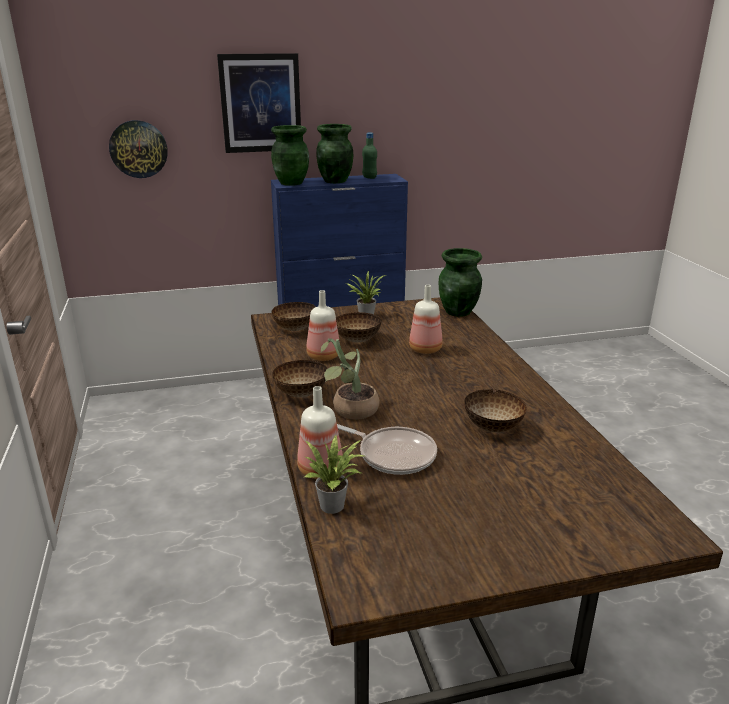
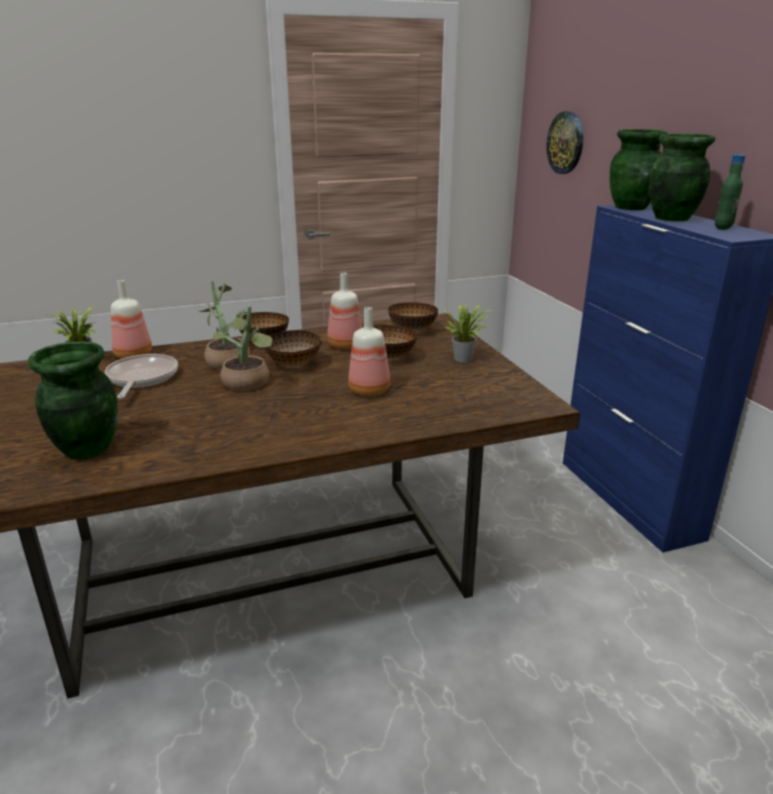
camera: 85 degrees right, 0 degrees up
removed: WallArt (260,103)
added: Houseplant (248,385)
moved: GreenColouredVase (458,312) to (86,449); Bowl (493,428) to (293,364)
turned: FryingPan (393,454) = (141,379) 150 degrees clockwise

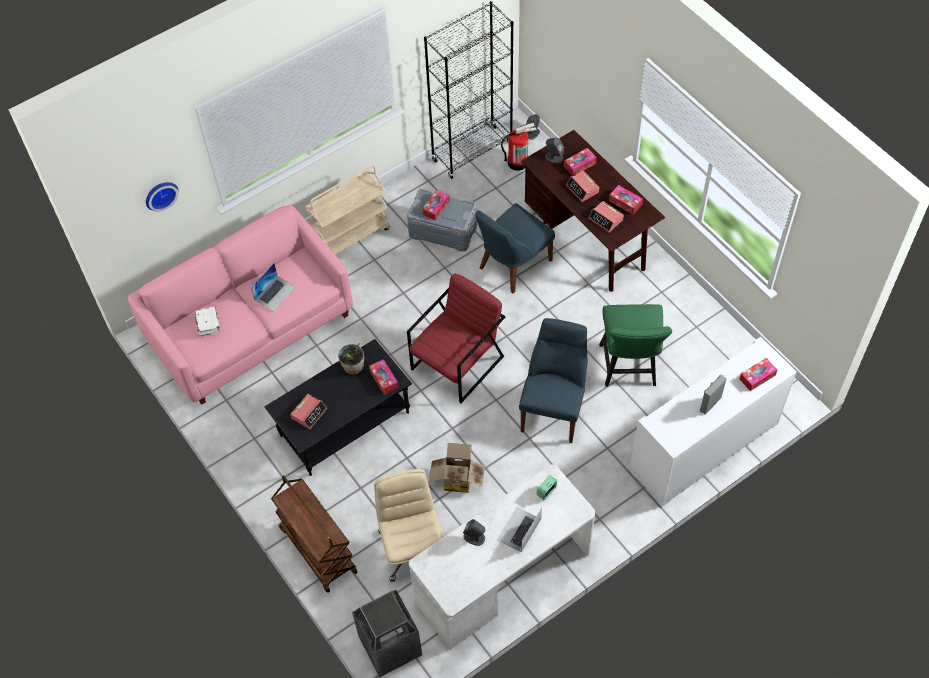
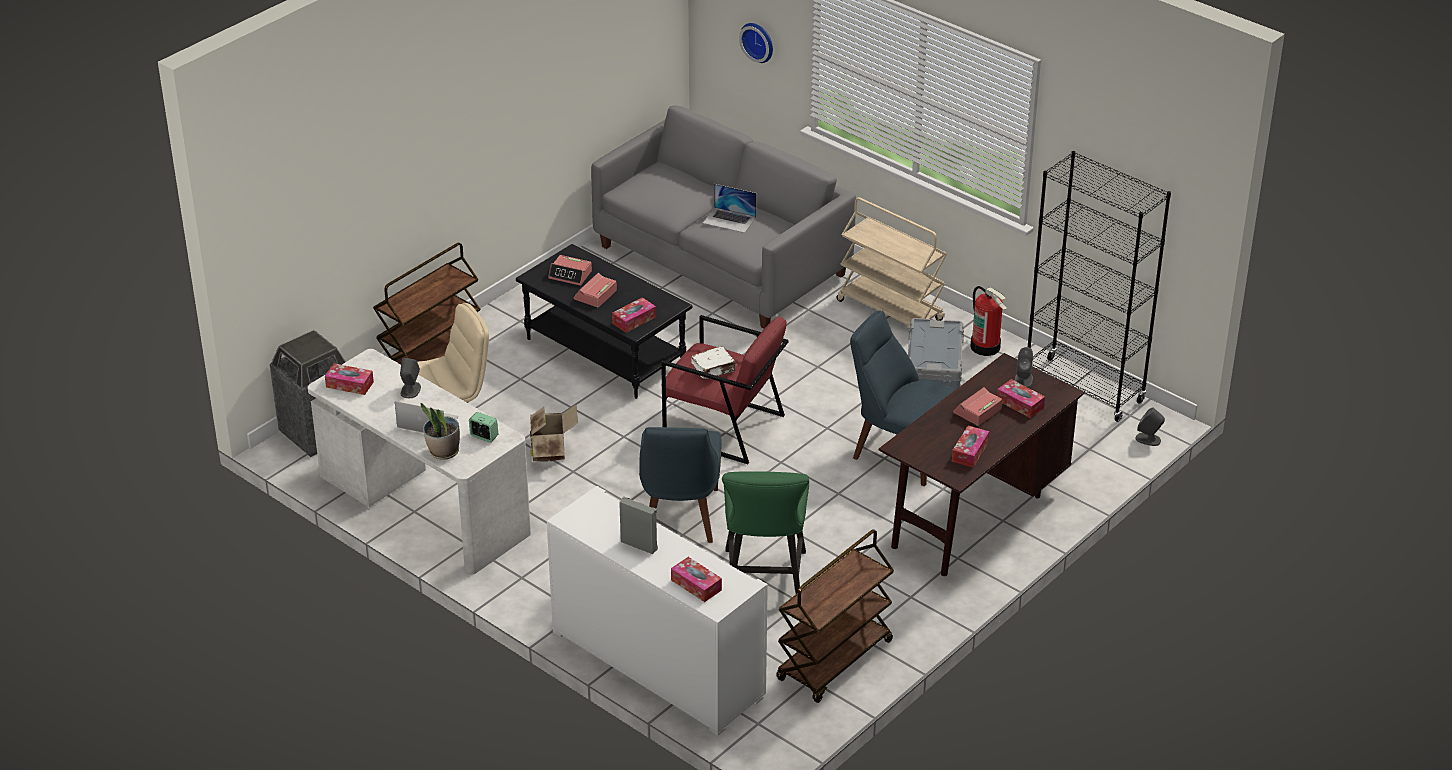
camera: 75 degrees right, 20 degrees down
added: BrownCart (835,662)
moved: Extinguisher (518,162) to (986,347); TissueBox (436,208) to (349,384); TableClock (605,219) to (595,295); WhitishBoundBook (208,324) to (714,369); Houseplant (353,366) to (443,452)
recoloured: PinkColouredCouch (251,326) to GreyCouch (722,260)
turned: GreenColouredChair (629,369) = (764,579) 75 degrees counterclockwise; BlueChair (554,408) = (679,518) 90 degrees clockwise

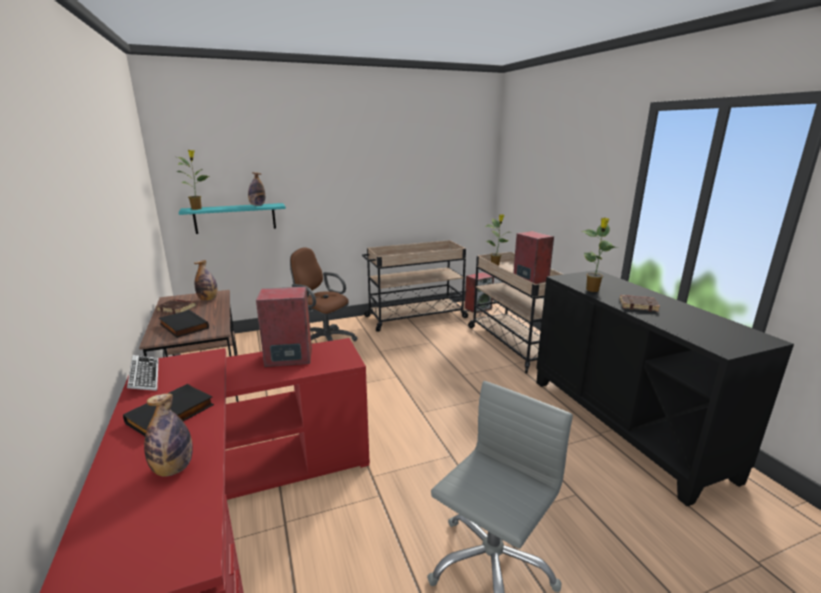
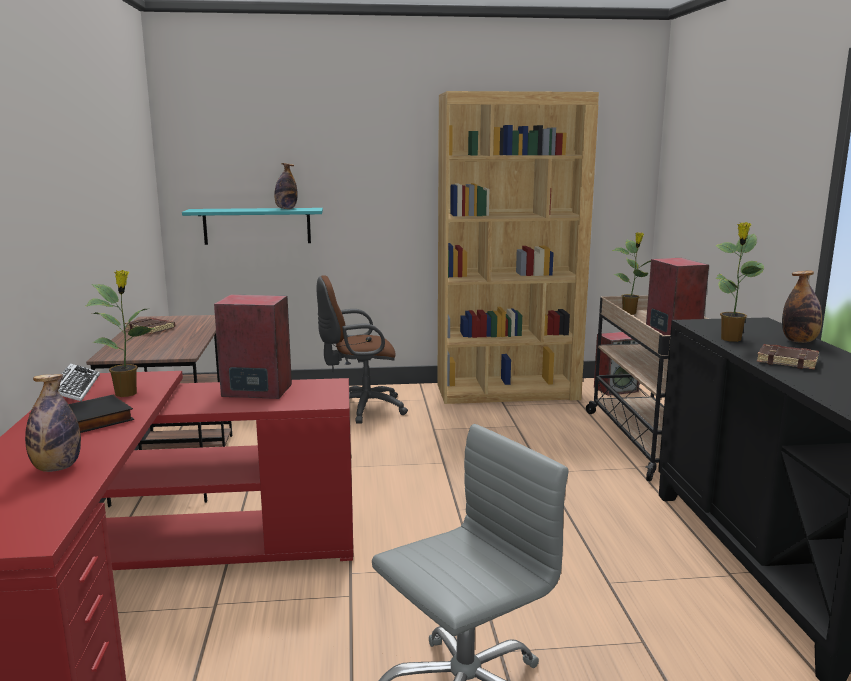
camera: 15 degrees right, 5 degrees down
removed: BlackishBoundBook (182,326)
moved: Houseplant (197,208) to (127,393); Bottle (208,299) to (799,341)
replaced: SandColouredCart (414,317) to BrownBookshelf (508,392)
turned: BrownDeskChair (324,340) = (360,409) 60 degrees counterclockwise

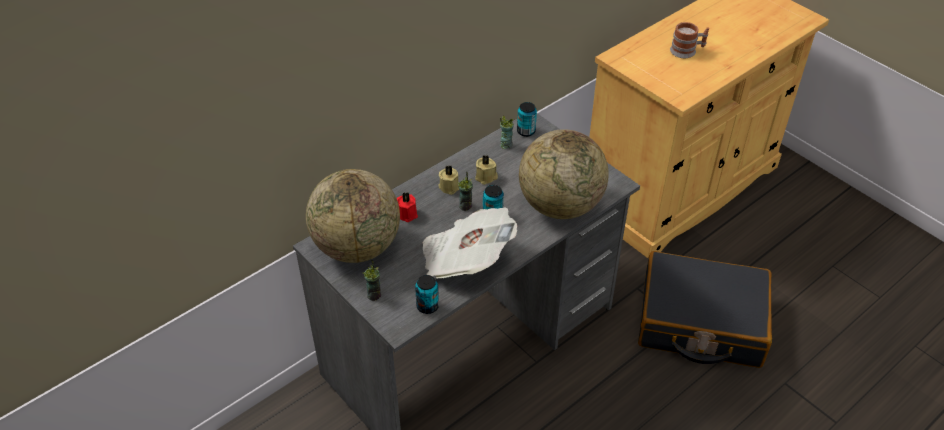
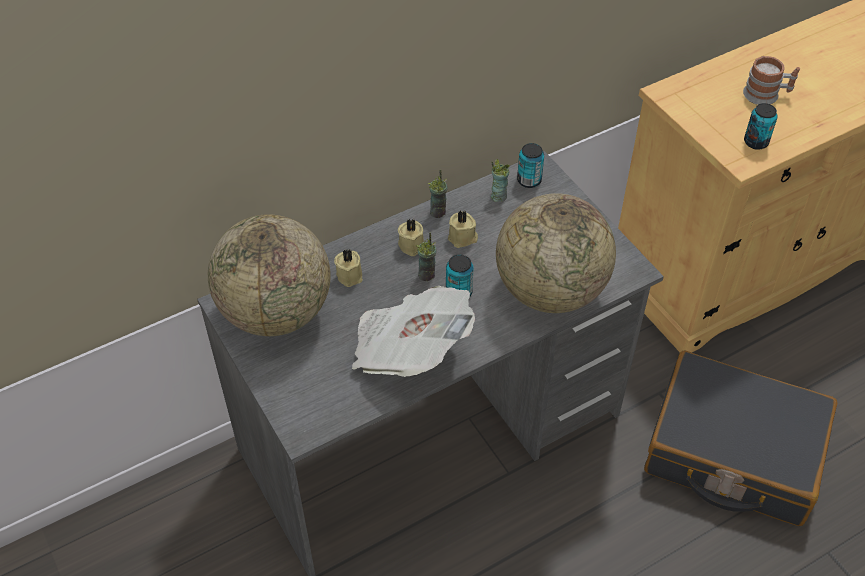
camera: 10 degrees right, 5 degrees up
moved: DrinkingCup (374,295) to (438,212); SealedCan (427,306) to (756,142)
recoloured: ReddishCandle (407,213) to SandColouredCandle (350,275)

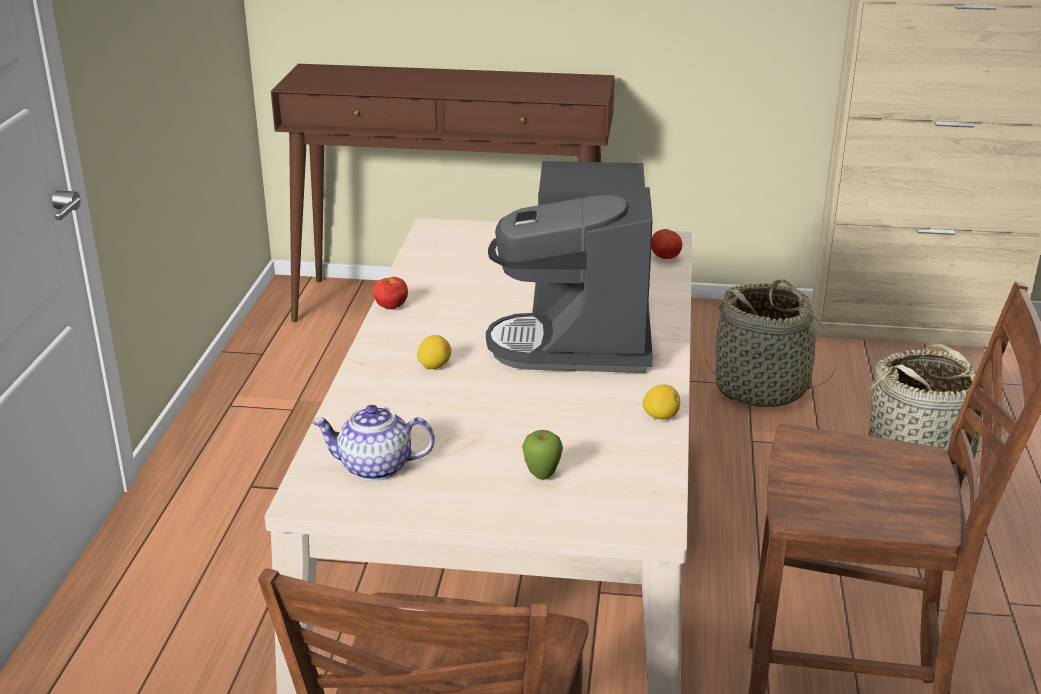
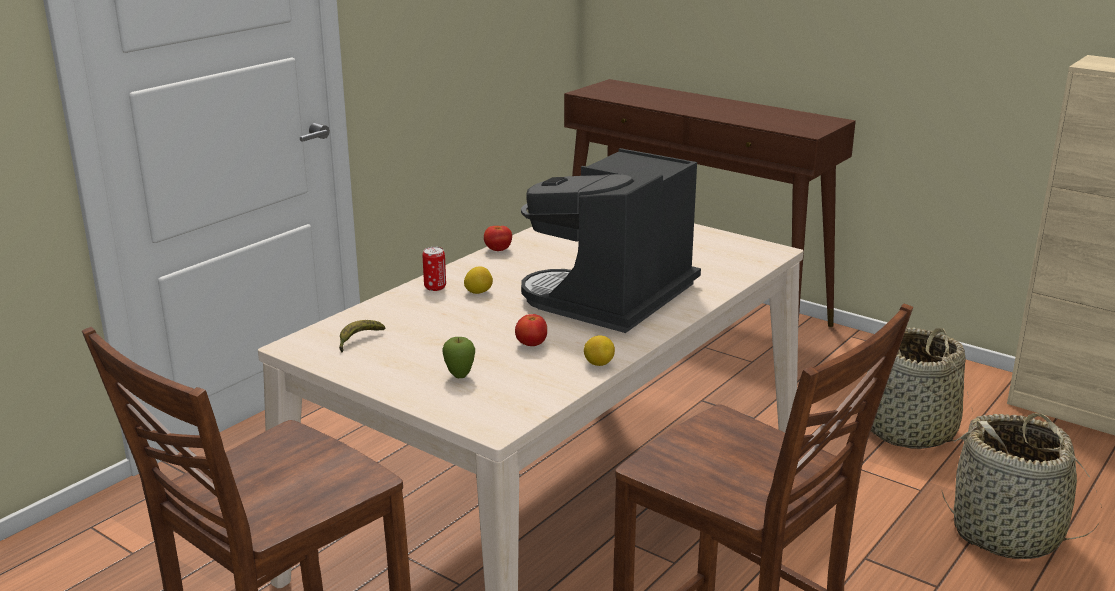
camera: 30 degrees right, 5 degrees down
added: SealedCan (435,287)
moved: FreshTomato (665,258) to (531,344)
replaced: TeaPot (375,467) to Banana (358,340)

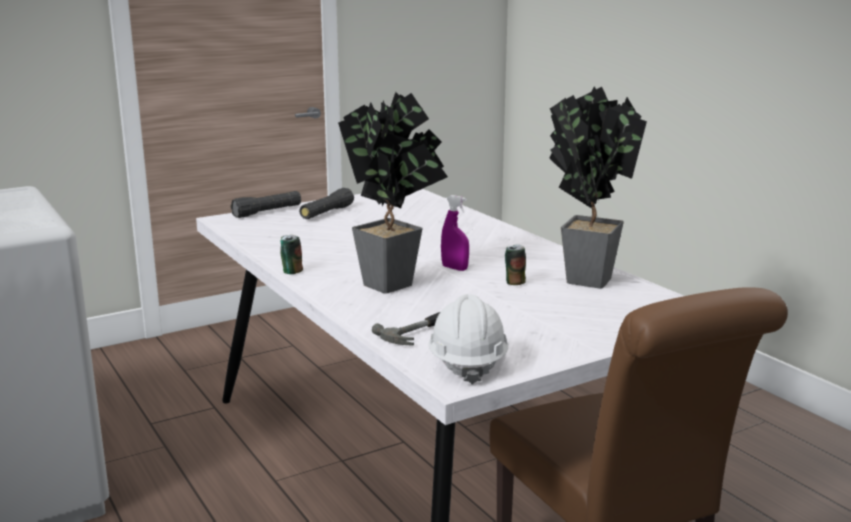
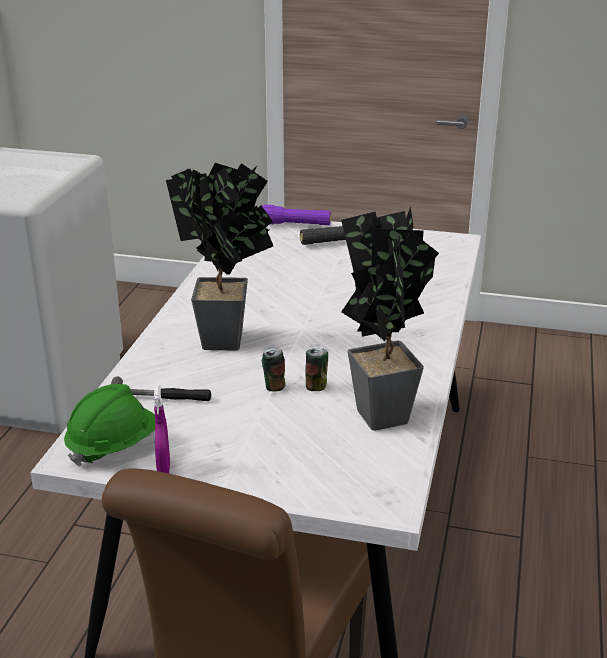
camera: 45 degrees right, 10 degrees up
moved: PurpleColouredHandSprayer (454,268) to (164,470); SealedCan (291,271) to (274,386)
recoloured: BlackishFlashlight (267,212) to PurpleColouredFlashlight (295,225); WhitishSafetyHelmet (467,363) to GreenColouredSafetyHelmet (113,446)

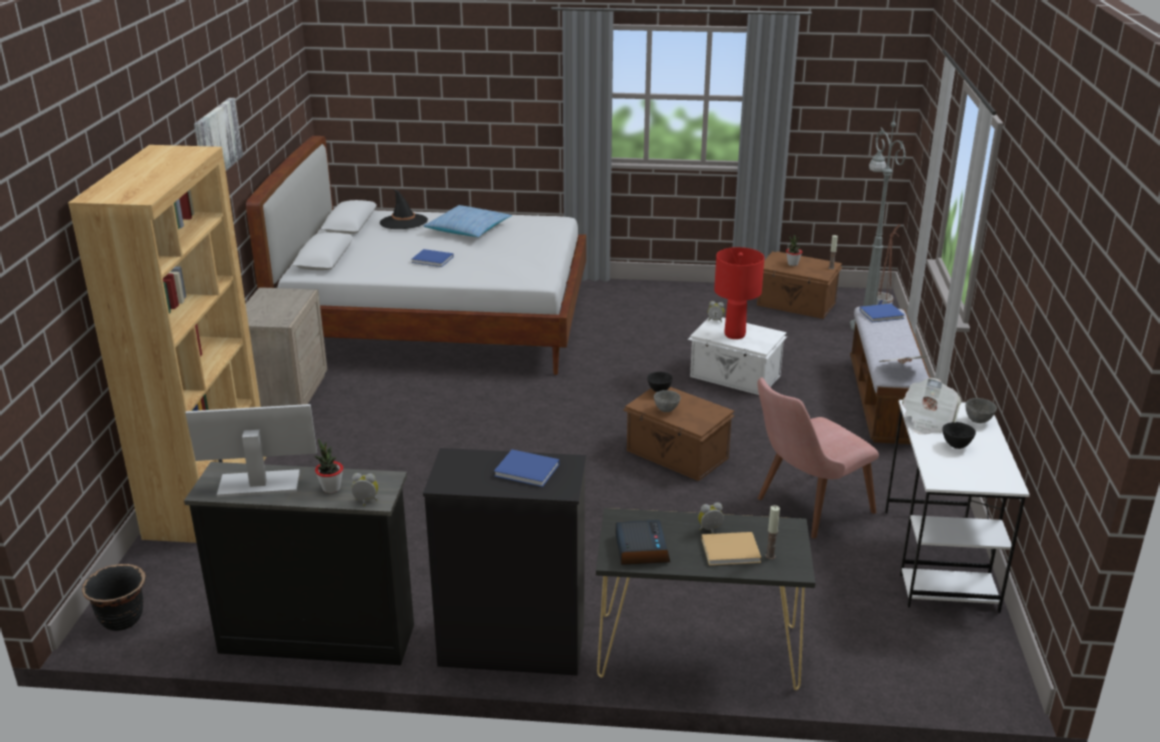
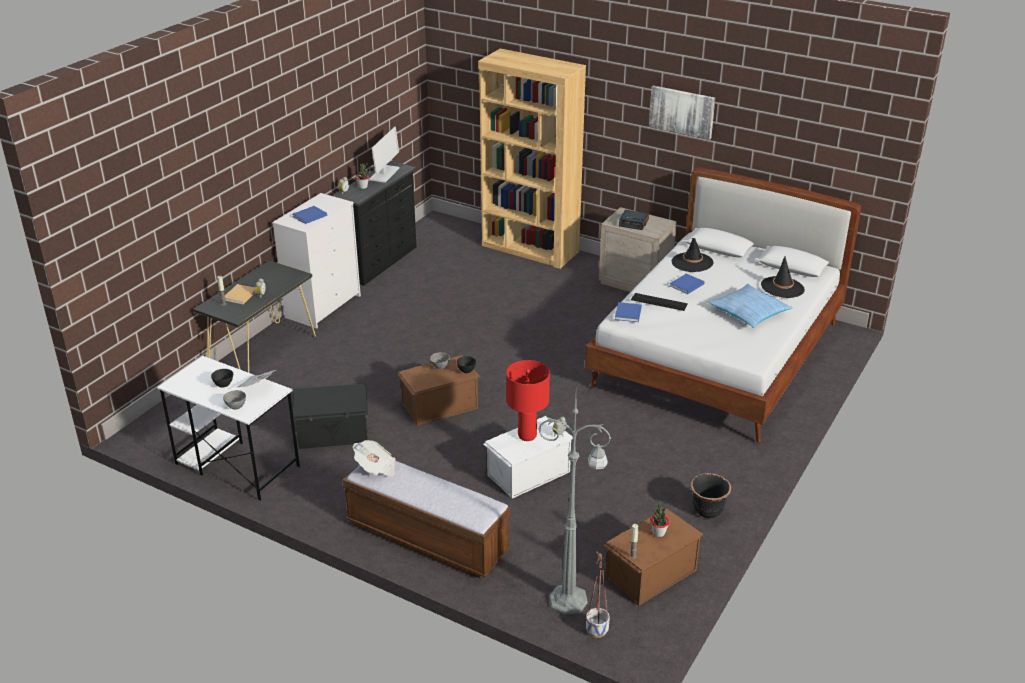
camera: 115 degrees right, 5 degrees up
added: BlackishClothingHat (692,262); Keyboard (659,302)
moved: BlueBoundBook (882,314) to (628,314); TableClock (641,548) to (634,223); BlackishPlanter (122,620) to (708,511)
replaced: PinkColouredChair (804,509) to BlackishStorageBox (333,434)
recoloured: BlackishChestOfDrawers (511,644) to WhitishChestOfDrawers (323,306)

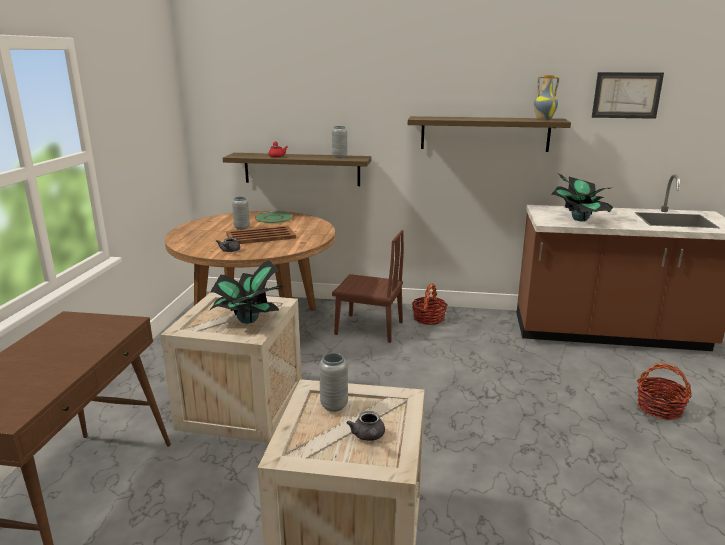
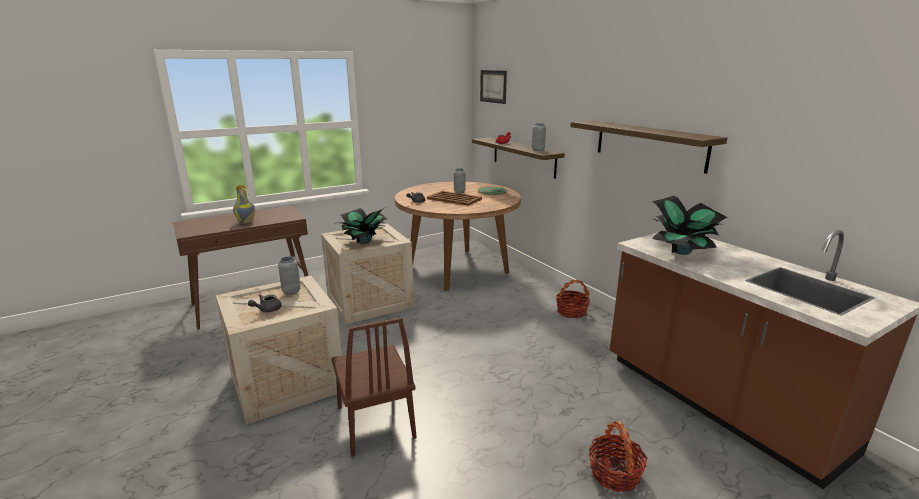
camera: 50 degrees right, 0 degrees up
moved: WallArt (626,95) to (493,86); Vase (543,119) to (247,222); BrownChair (369,328) to (375,421)

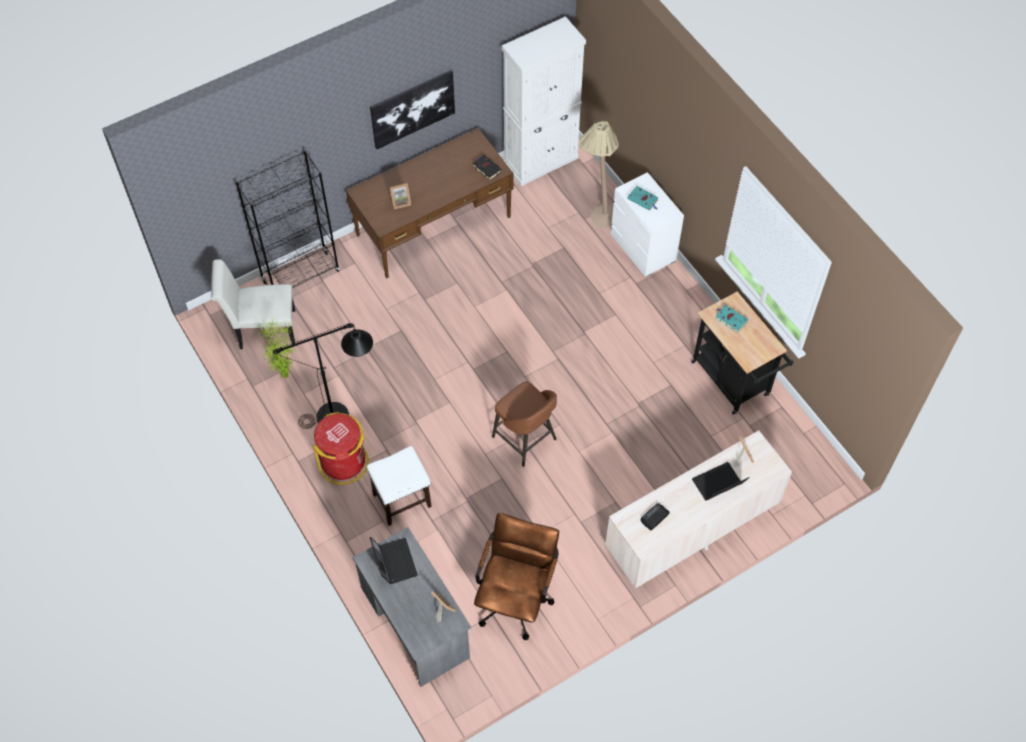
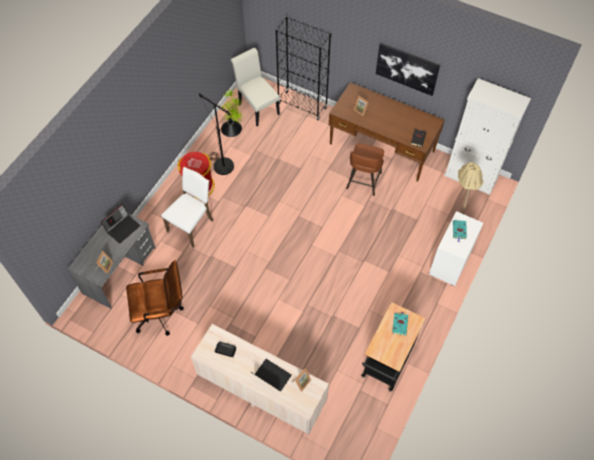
camera: 60 degrees right, 0 degrees up
moved: BrownStool (525,439) to (363,182)
replaced: WhitishStool (402,500) to WhitishChair (191,225)

